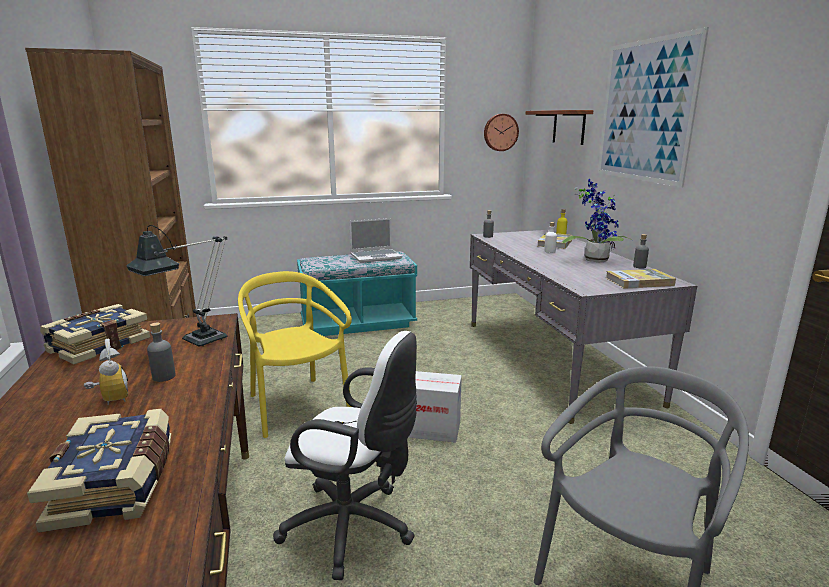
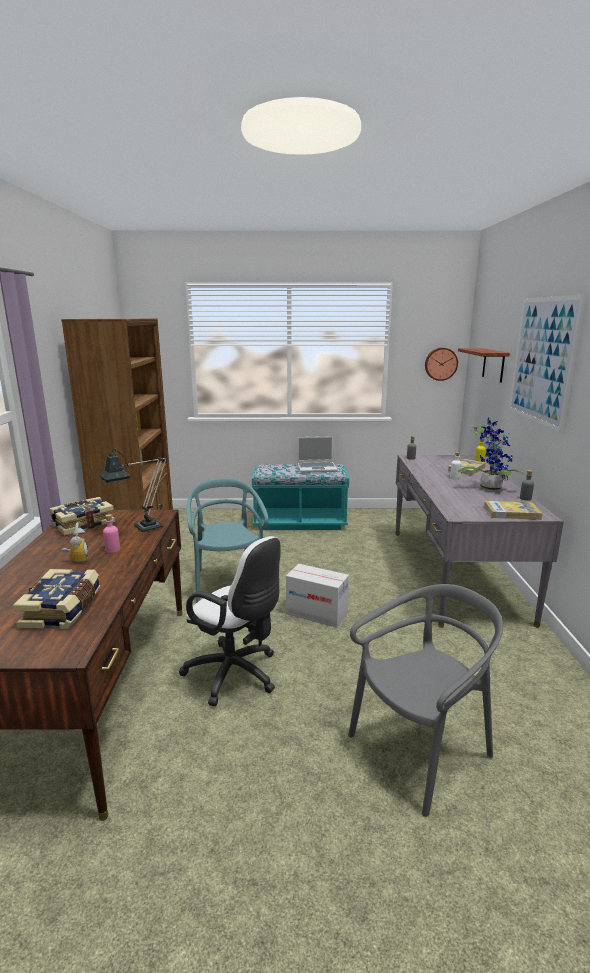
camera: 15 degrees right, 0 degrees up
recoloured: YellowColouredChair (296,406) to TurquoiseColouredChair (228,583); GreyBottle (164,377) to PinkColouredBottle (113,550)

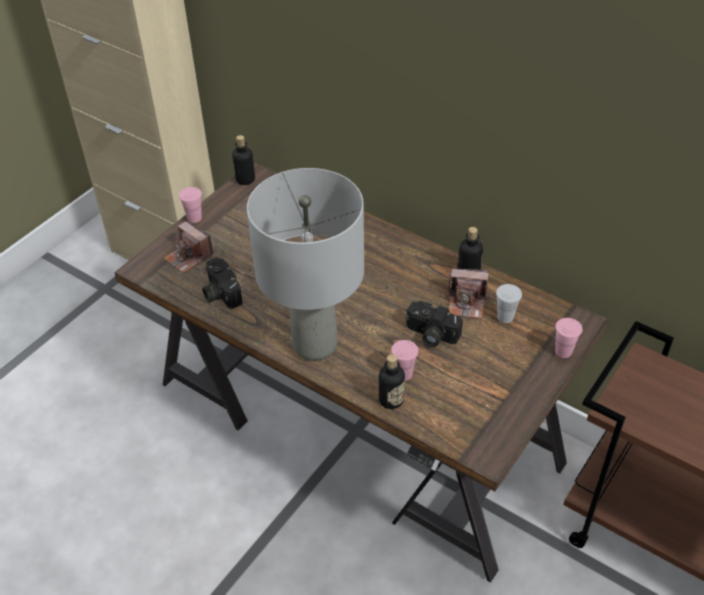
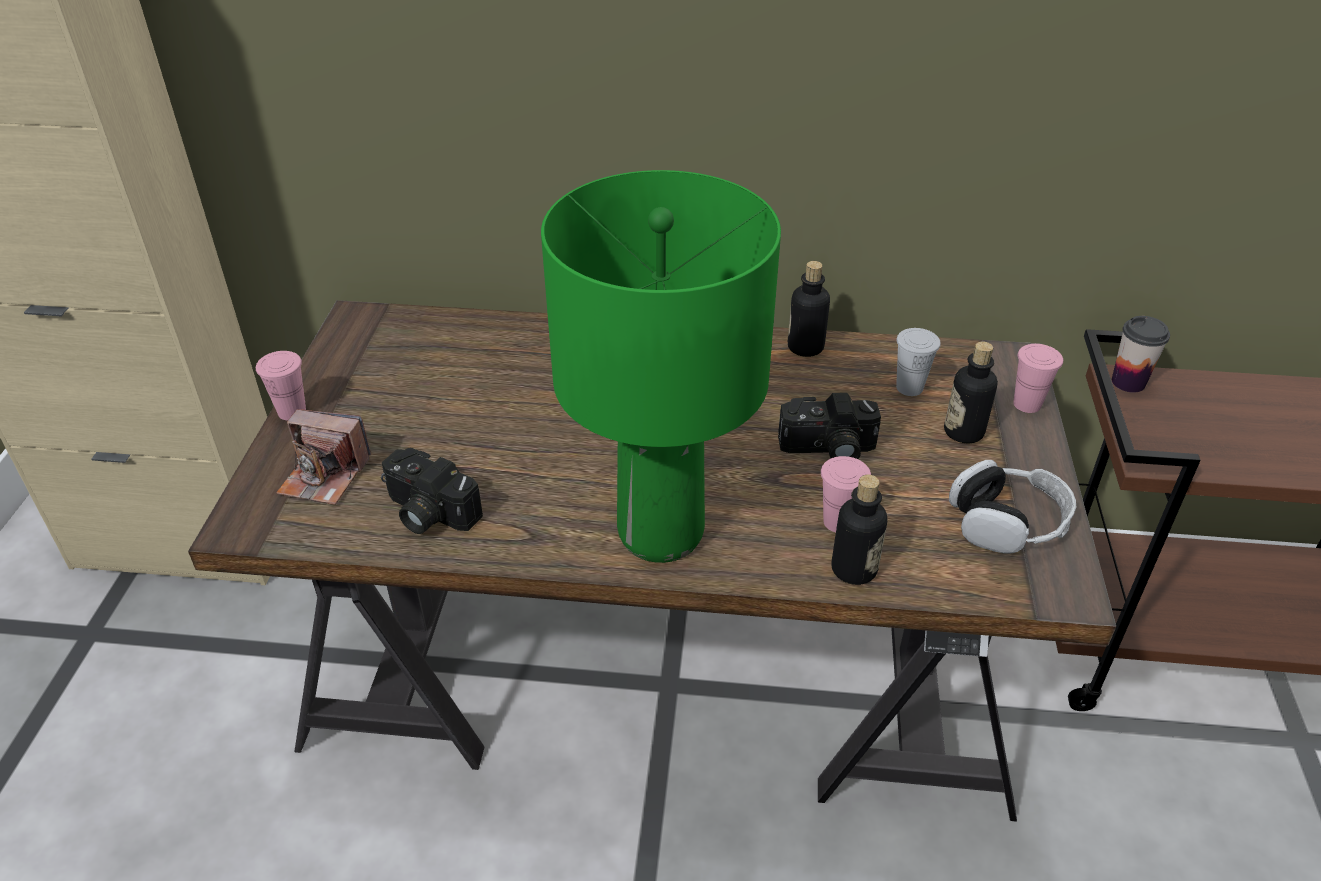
camera: 30 degrees left, 5 degrees down
removed: PhotoCamera (466,303)
added: DrinkingCup (1128,382); Headphones (1008,522)
moved: Bottle (245,179) to (963,431)
recoloured: GreyTabletopLamp (315,345) to GreenColouredTabletopLamp (662,534)

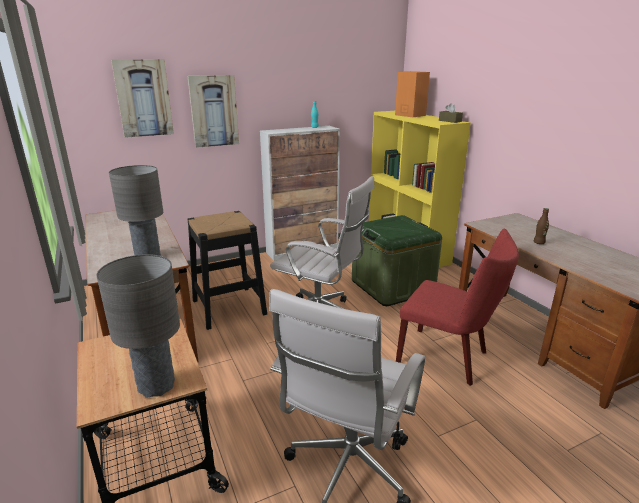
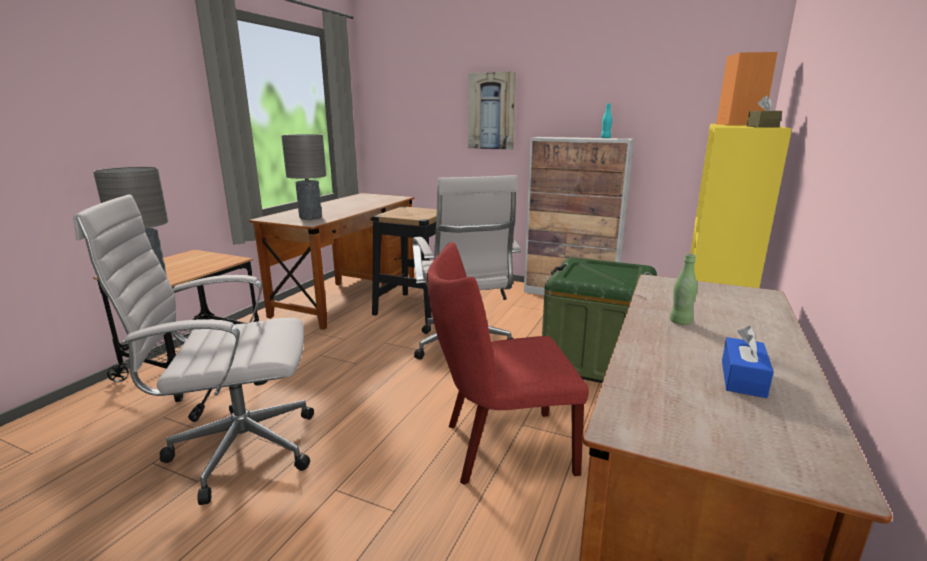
camera: 50 degrees right, 5 degrees down
removed: WallArt (143,98)
added: BlueTissueBox (743,378)
recoloured: BrownBottle (539,243) to GreenColouredBottle (680,322)
turned: ReddishChair (448,358) = (500,448) 90 degrees clockwise

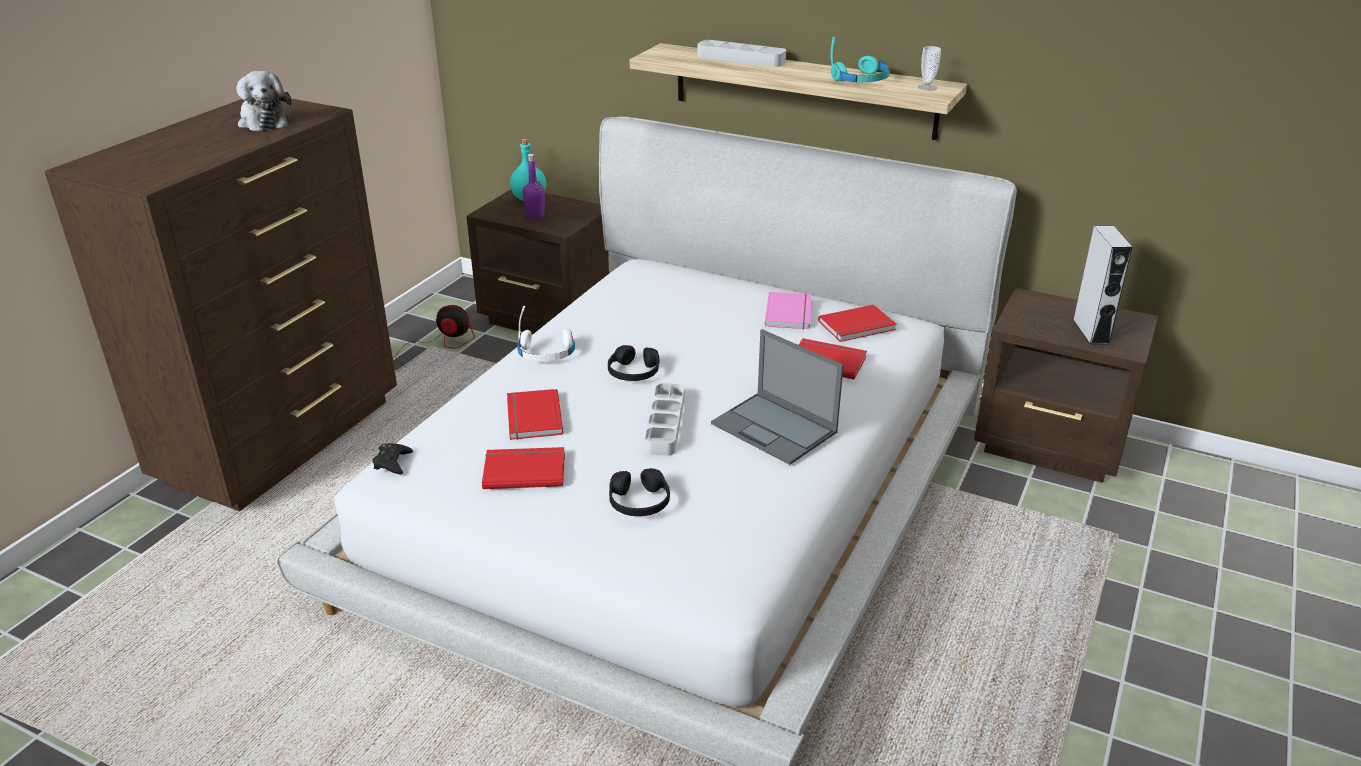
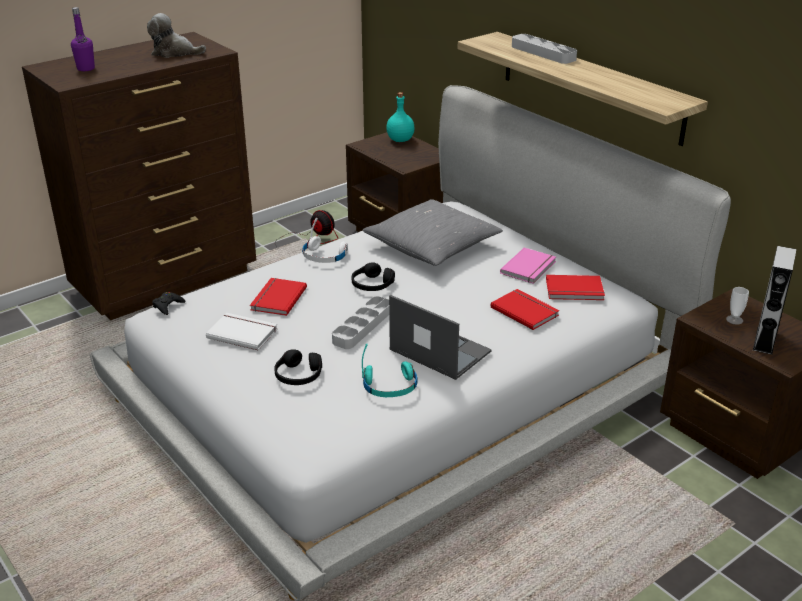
camera: 25 degrees right, 0 degrees up
added: GreyPillow (432,246)
moved: TurquoiseColouredHeadphones (861,80) to (390,387); DrinkingCup (927,87) to (734,320); PurpleColouredBottle (535,215) to (86,69)
recoloured: ReddishBoundBook (524,470) to WhitishBoundBook (243,332)
turned: PlushToy (264,121) = (174,53) 105 degrees clockwise; Laptop (775,428) = (438,350) 150 degrees clockwise

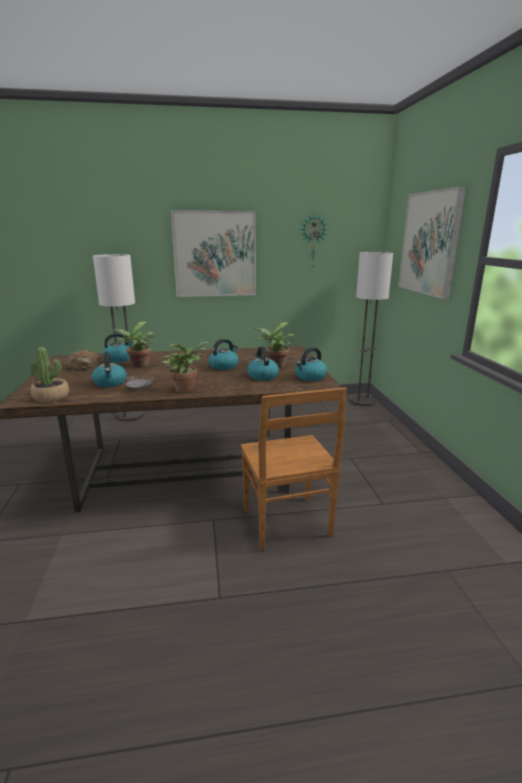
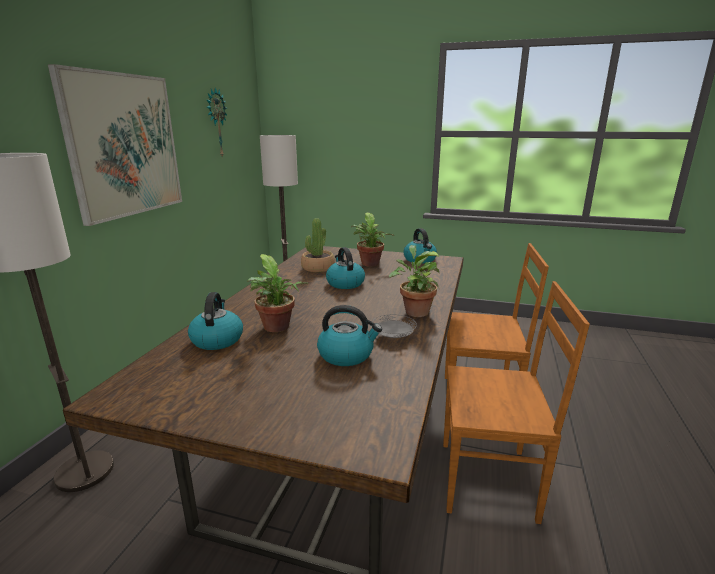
camera: 65 degrees left, 0 degrees up
removed: WallArt (429,243); TeaKettle (262,376); Bread (84,365)
added: BrownChair (490,480)
moved: Houseplant (51,397) to (318,268)

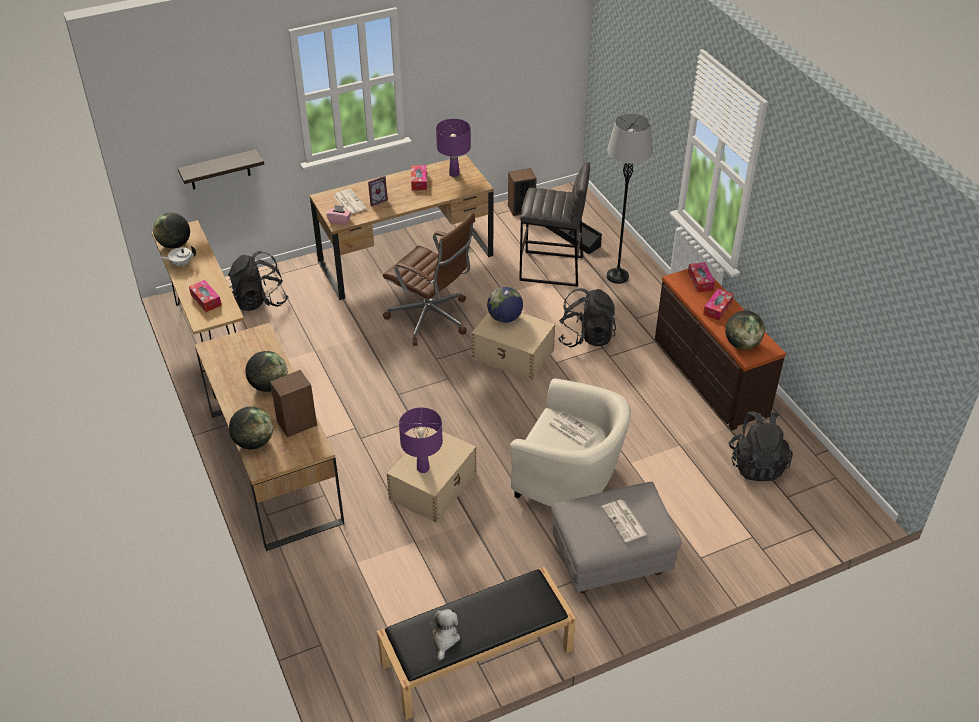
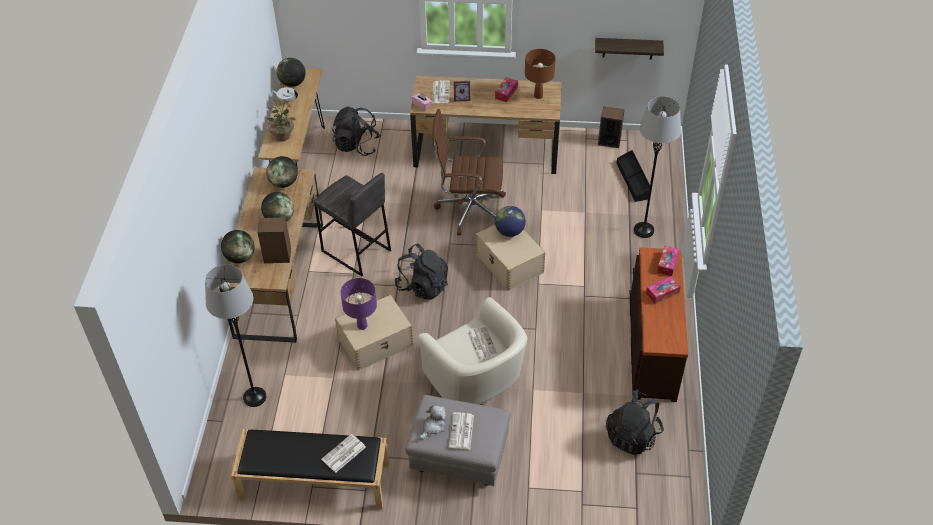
camera: 30 degrees right, 5 degrees up
added: GreyFloorLamp (255,397); PrintedPaper (343,454)
moved: WallShelf (219,170) to (628,48); GreyStool (552,269) to (356,251); BlackishRucksack (586,337) to (423,286); WorldGlobe (741,344) to (284,183); PlushToy (444,639) to (433,426)
replaced: TissueBox (206,300) to Houseplant (283,136)
recoloured: PurpleColouredTabletopLamp (454,174) to BrownTabletopLamp (538,96)
turned: BrownDeskChair (431,319) = (469,209) 120 degrees clockwise

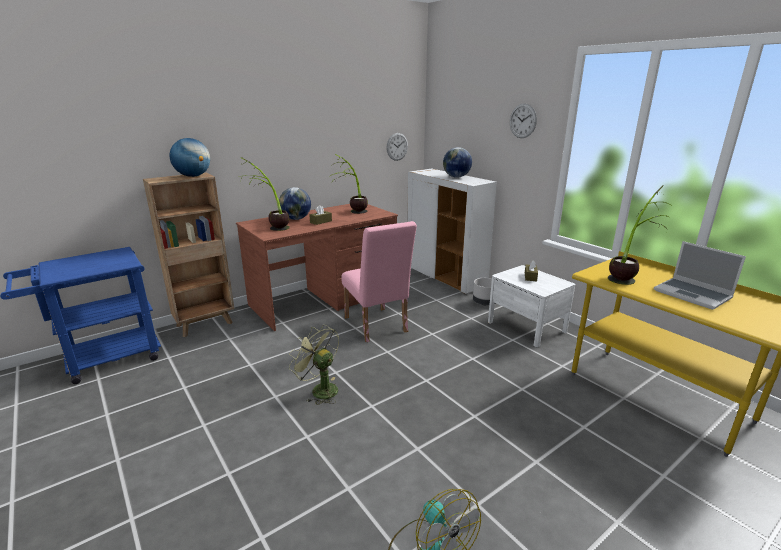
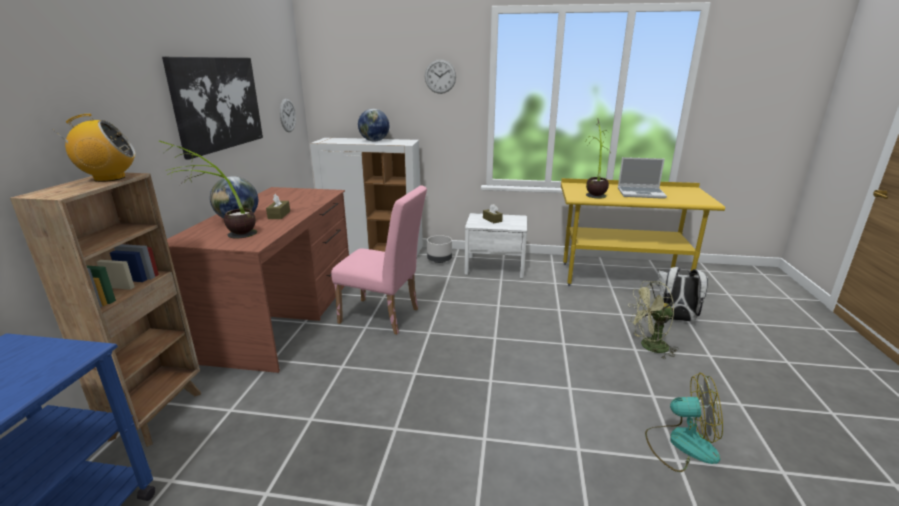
camera: 45 degrees left, 0 degrees up
removed: Houseplant (352,213)
added: WallArt (218,103); WhitishRucksack (675,319)
moved: GreenColouredCoolingFan (320,389) to (649,347)
replaced: WorldGlobe (193,176) to Radio (109,178)

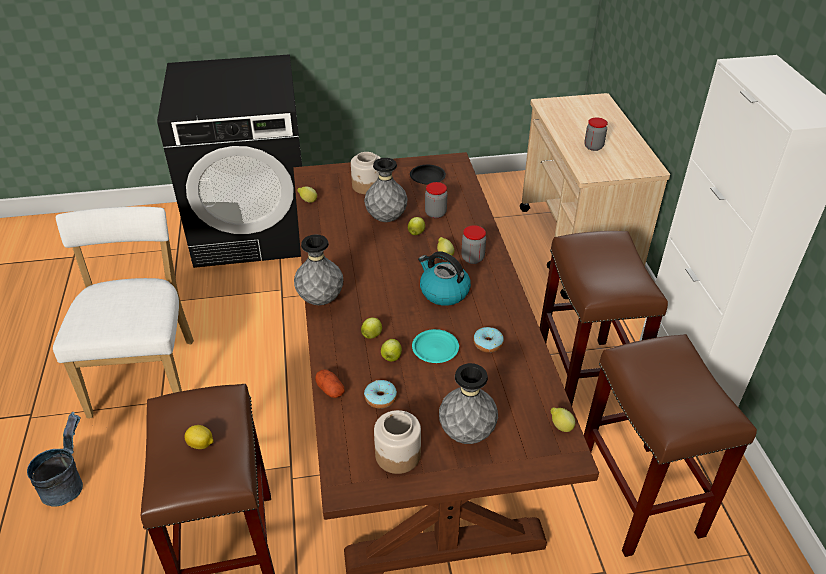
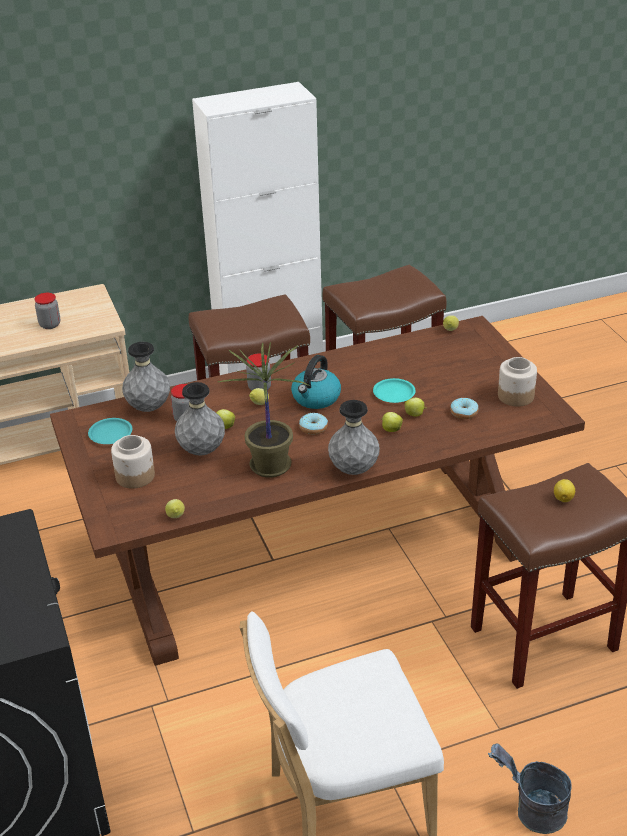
camera: 100 degrees left, 5 degrees down
removed: WholePotato (330,389)
added: Houseplant (271,467)
moved: Donut (488,344) to (313,428); GreyVase (467,433) to (148,408)
recoloured: BlackishFlatDish (427,177) to TurquoiseColouredFlatDish (110,434)

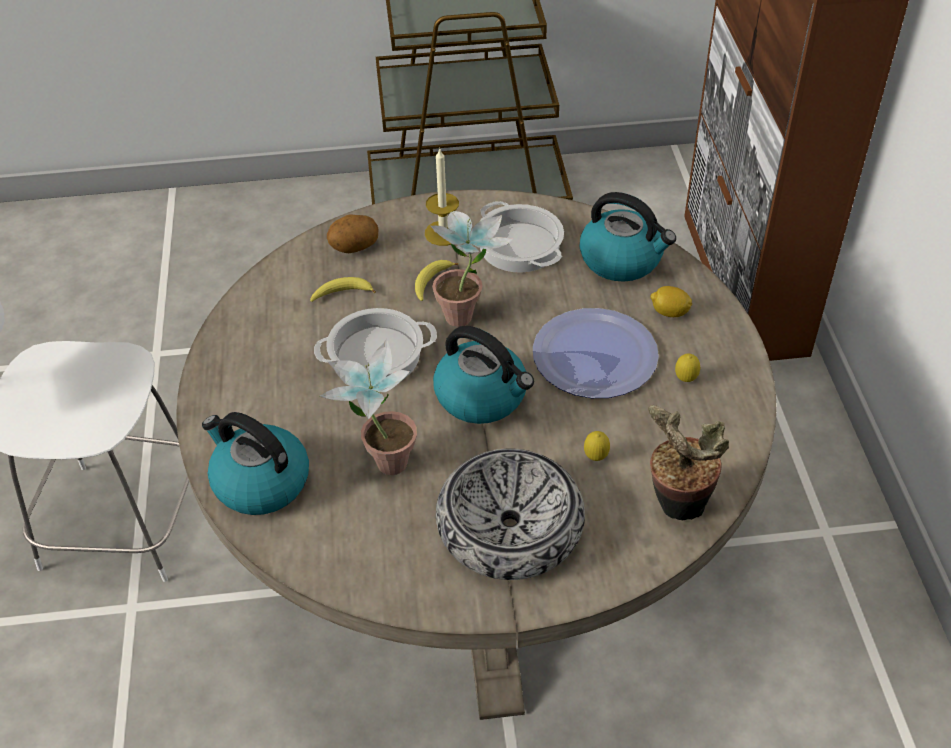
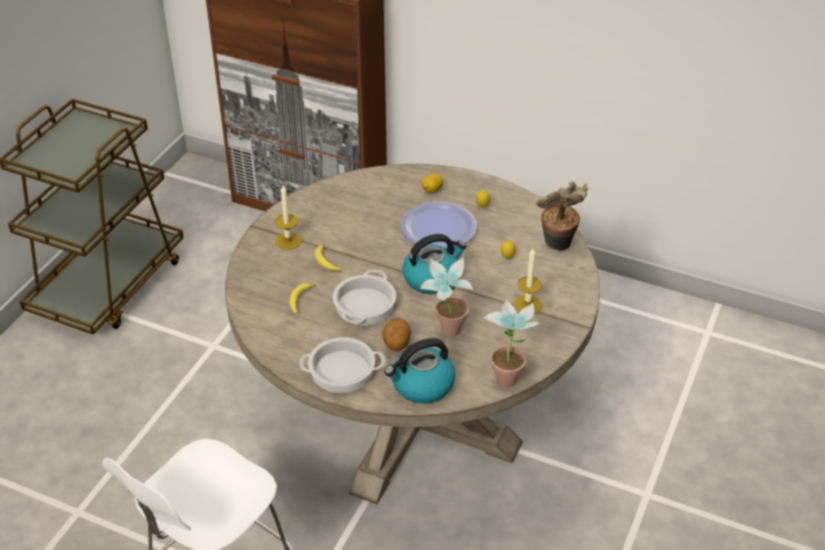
camera: 60 degrees left, 5 degrees down
removed: TeaKettle (622,260)
moved: CookingPot (518,246) to (341,371); Houseplant (469,316) to (509,375); WholePotato (354,247) to (396,344)
replaced: Bowl (510,527) to Candle (527,304)

